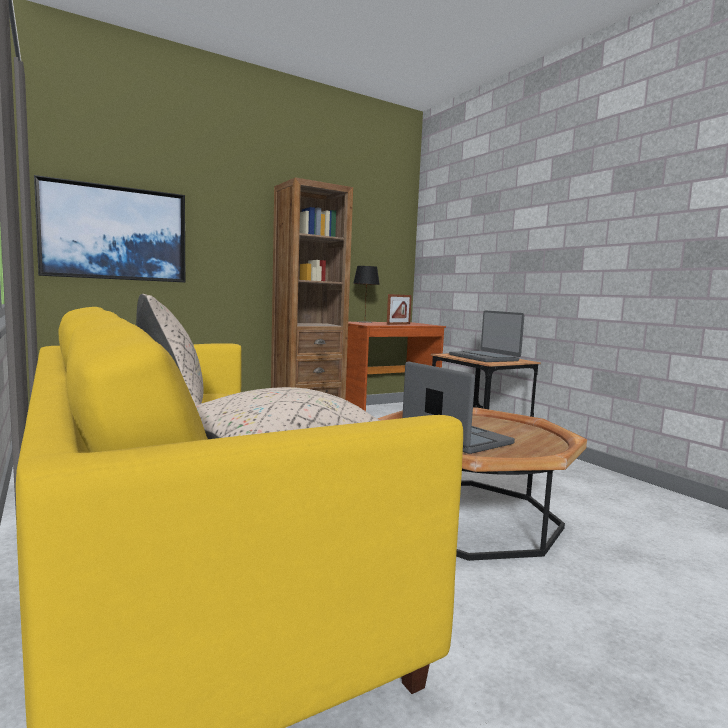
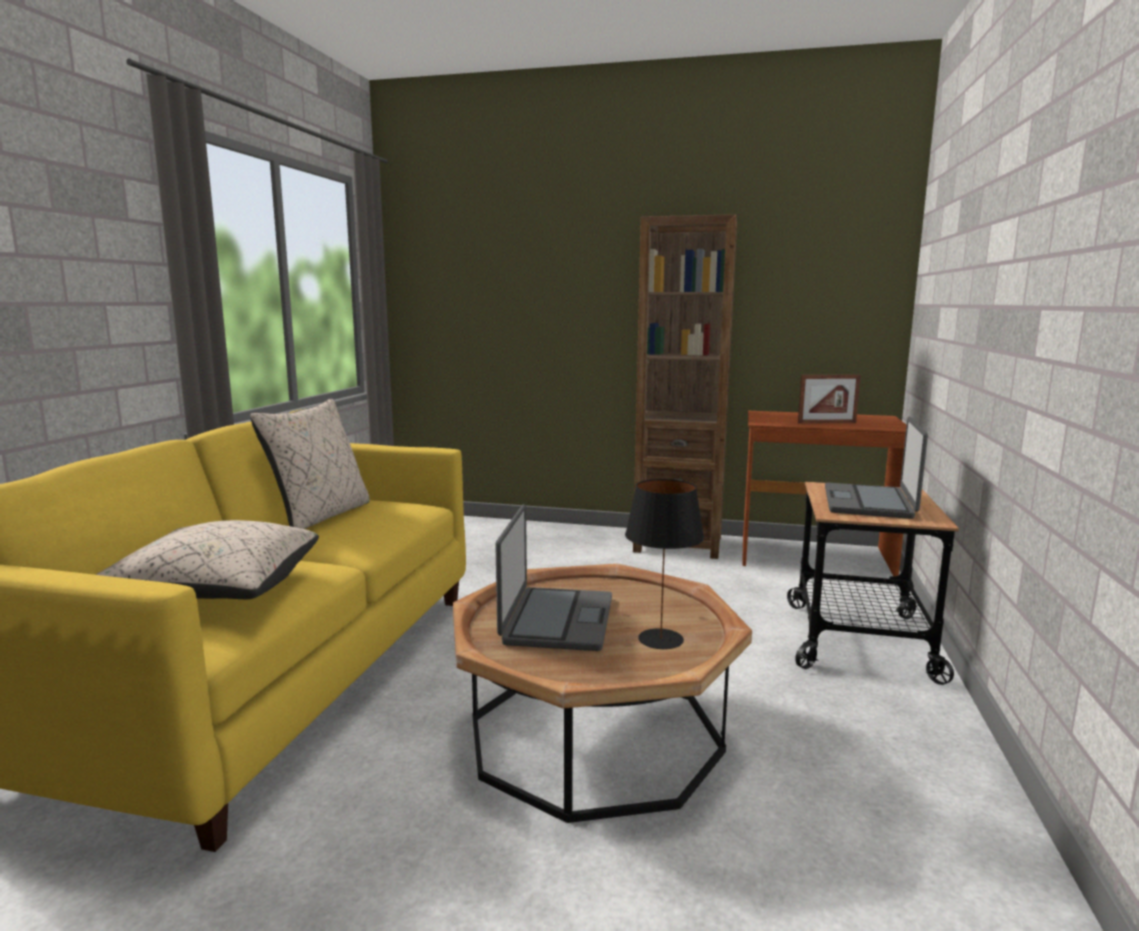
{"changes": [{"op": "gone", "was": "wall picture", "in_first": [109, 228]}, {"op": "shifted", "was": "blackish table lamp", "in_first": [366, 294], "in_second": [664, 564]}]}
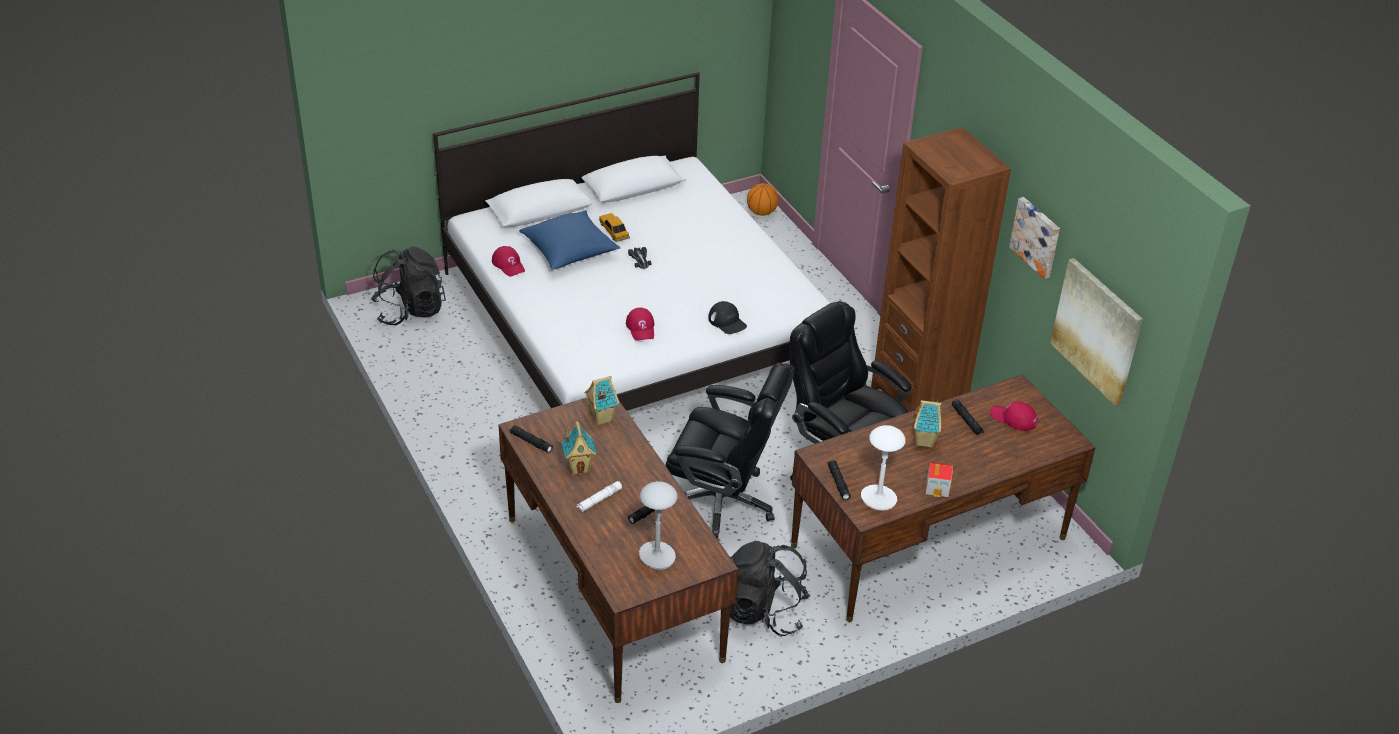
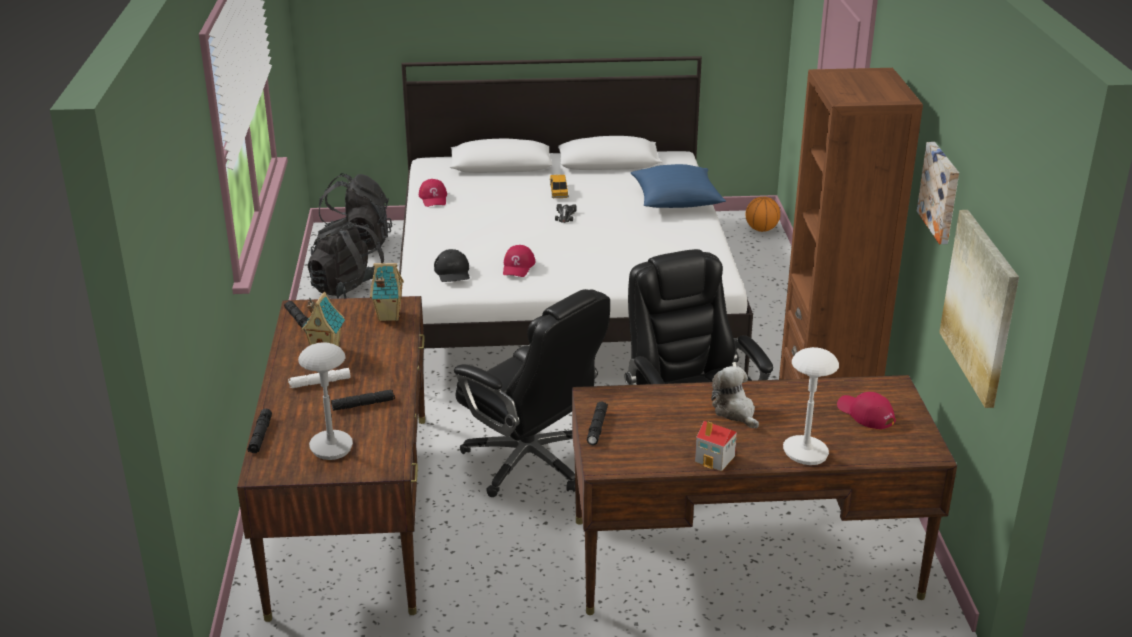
{"changes": [{"op": "shifted", "was": "blue-coloured pillow", "in_first": [570, 240], "in_second": [678, 186]}, {"op": "shifted", "was": "blackish peaked cap", "in_first": [727, 317], "in_second": [452, 265]}, {"op": "shifted", "was": "blackish rucksack", "in_first": [770, 588], "in_second": [346, 258]}, {"op": "shifted", "was": "white-coloured table lamp", "in_first": [883, 468], "in_second": [811, 406]}, {"op": "swapped", "was": "miniature house", "now": "soft toy", "in_first": [928, 423], "in_second": [735, 397]}, {"op": "shifted", "was": "blackish hand torch", "in_first": [968, 417], "in_second": [259, 431]}]}
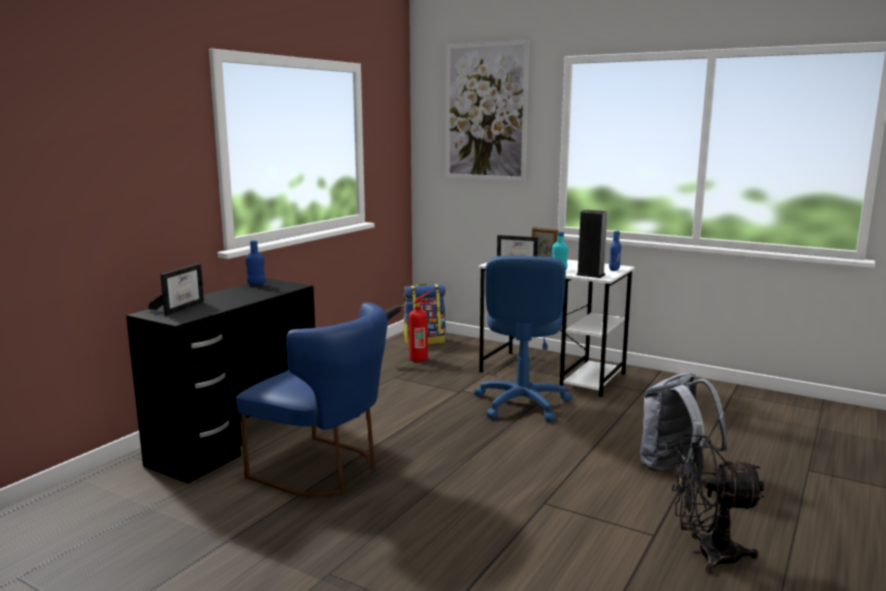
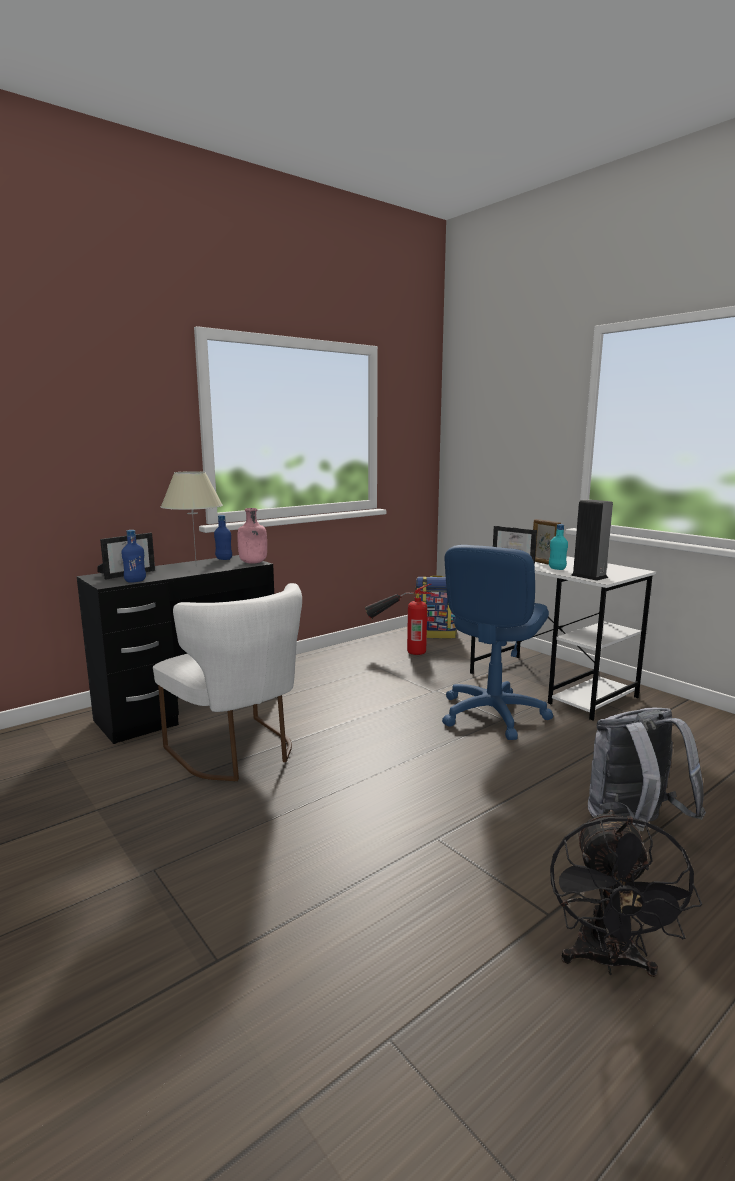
{"changes": [{"op": "repainted", "was": "blue-coloured plain chair", "now": "white-coloured plain chair", "in_first": [312, 399], "in_second": [227, 682]}, {"op": "gone", "was": "wall picture", "in_first": [487, 110]}, {"op": "shifted", "was": "blue-coloured drink bottle", "in_first": [615, 251], "in_second": [134, 556]}, {"op": "rotated", "was": "blackish electric fan", "in_first": [718, 504], "in_second": [626, 893], "clockwise": -105}, {"op": "new", "now": "sand-coloured table lamp", "in_second": [192, 519]}, {"op": "new", "now": "pinkish drink bottle", "in_second": [252, 536]}]}
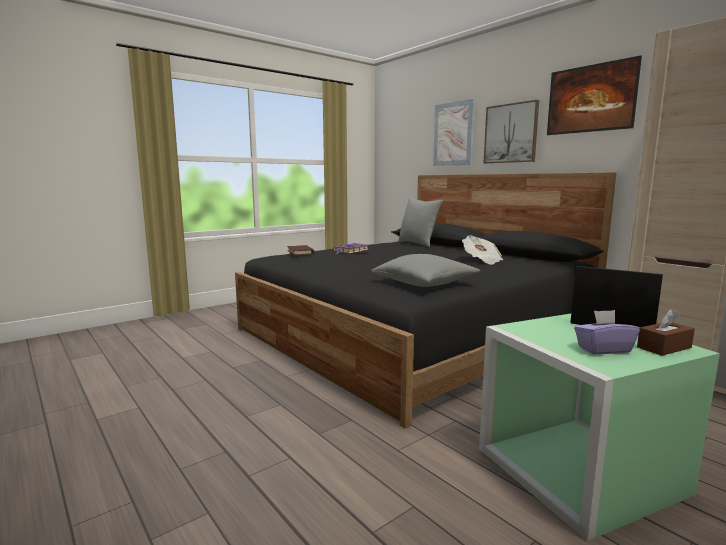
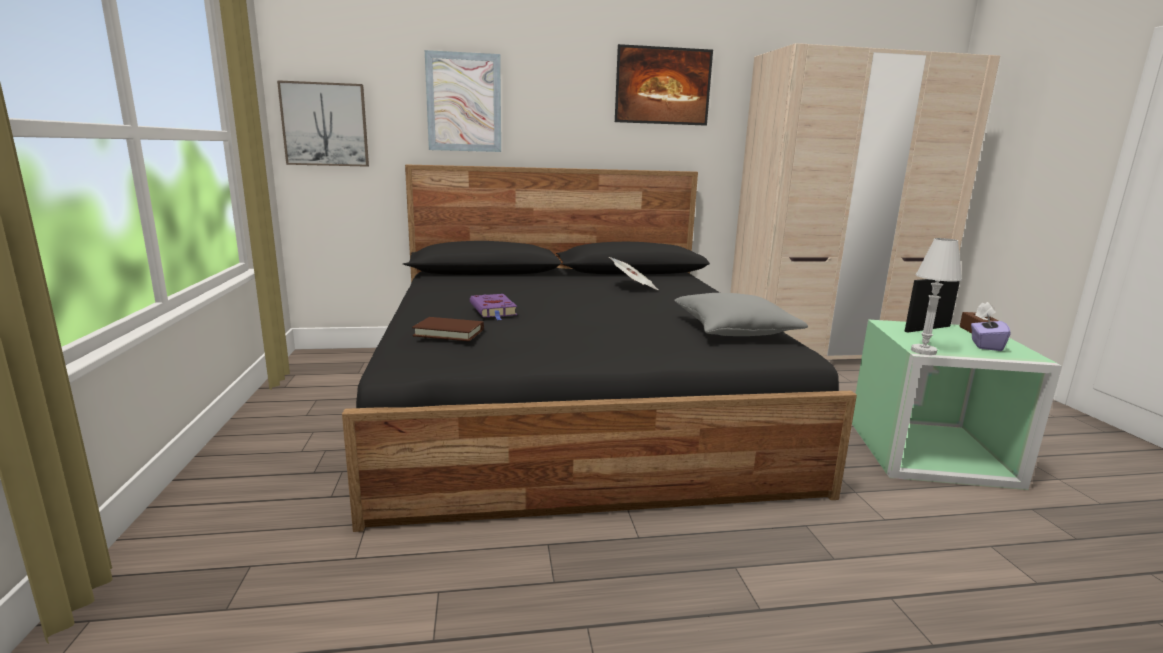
{"changes": [{"op": "gone", "was": "gray pillow", "in_first": [420, 222]}, {"op": "shifted", "was": "wall picture", "in_first": [511, 131], "in_second": [323, 123]}, {"op": "new", "now": "white-coloured table lamp", "in_second": [936, 296]}]}
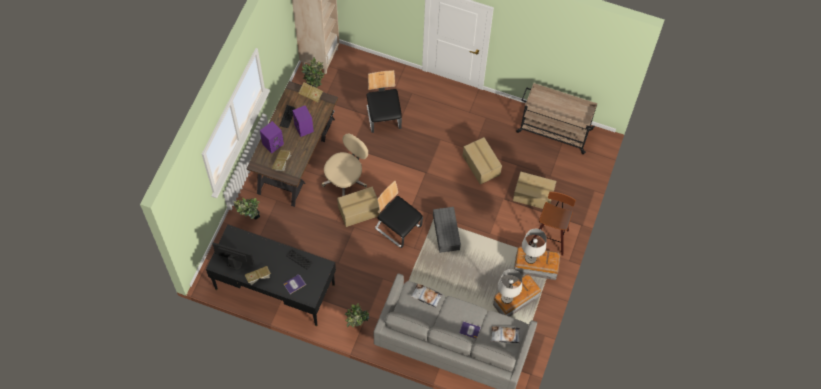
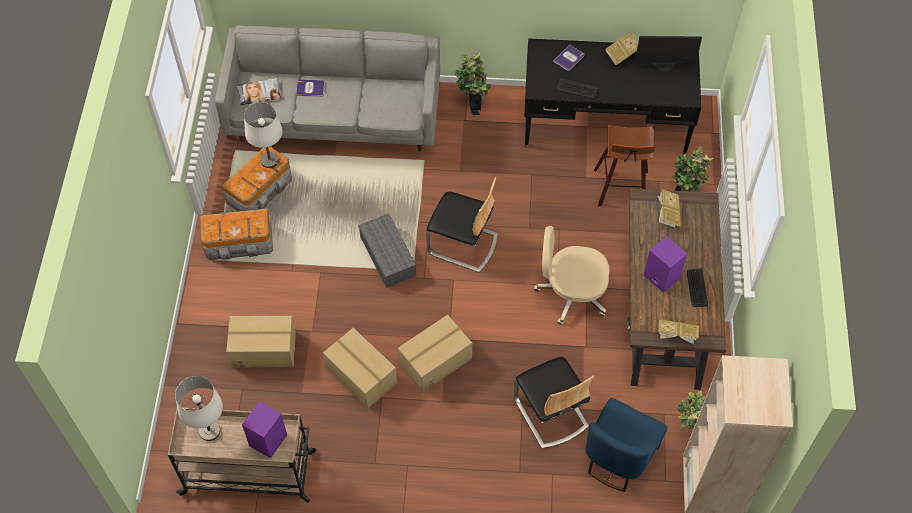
{"changes": [{"op": "shifted", "was": "purplish speaker", "in_first": [272, 137], "in_second": [264, 429]}, {"op": "rotated", "was": "sand-coloured computer chair", "in_first": [345, 165], "in_second": [571, 275], "clockwise": 75}, {"op": "shifted", "was": "packing box", "in_first": [359, 207], "in_second": [435, 353]}, {"op": "gone", "was": "pillow", "in_first": [426, 296]}, {"op": "shifted", "was": "white-coloured table lamp", "in_first": [534, 246], "in_second": [199, 408]}, {"op": "shifted", "was": "stool seat", "in_first": [552, 223], "in_second": [625, 165]}, {"op": "new", "now": "blue-coloured plain chair", "in_second": [626, 445]}]}
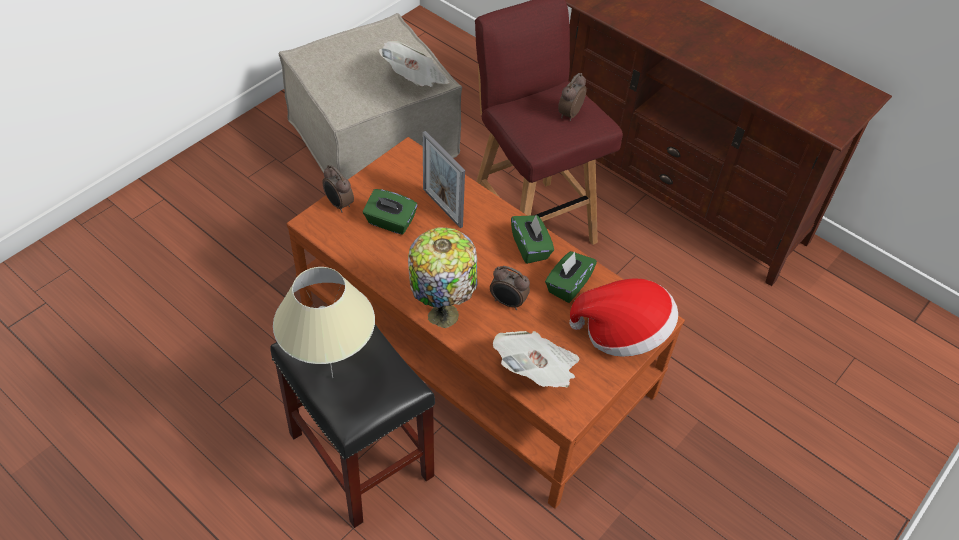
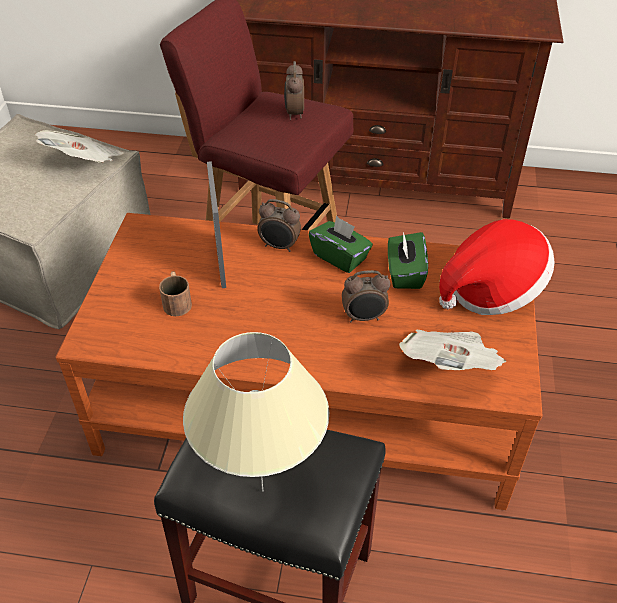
{"changes": [{"op": "shifted", "was": "bedside clock", "in_first": [338, 188], "in_second": [279, 225]}, {"op": "swapped", "was": "greenish tissue holder", "now": "brown coffee mug", "in_first": [390, 212], "in_second": [175, 293]}, {"op": "gone", "was": "table lamp", "in_first": [443, 277]}, {"op": "rotated", "was": "picture frame", "in_first": [444, 179], "in_second": [216, 224], "clockwise": 60}]}
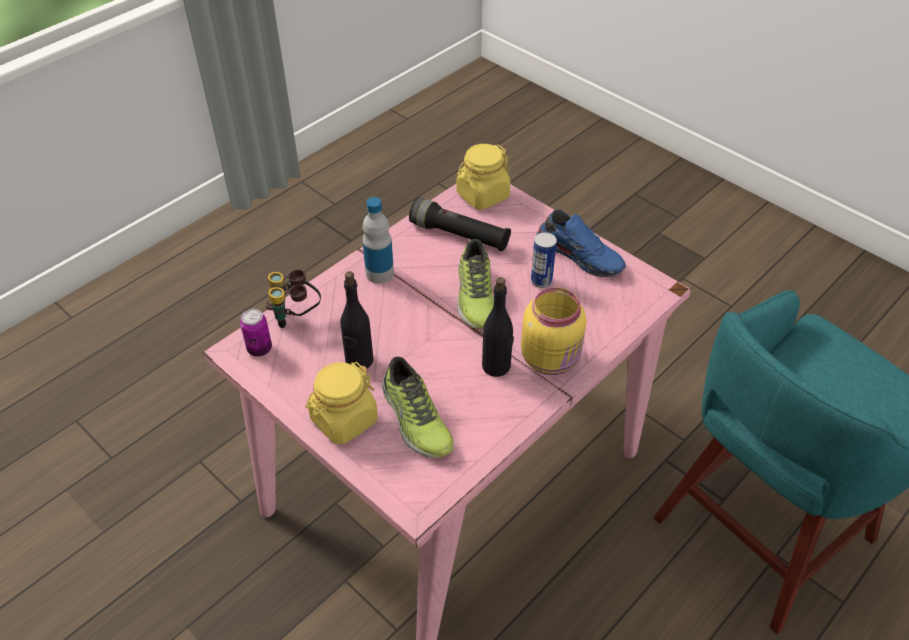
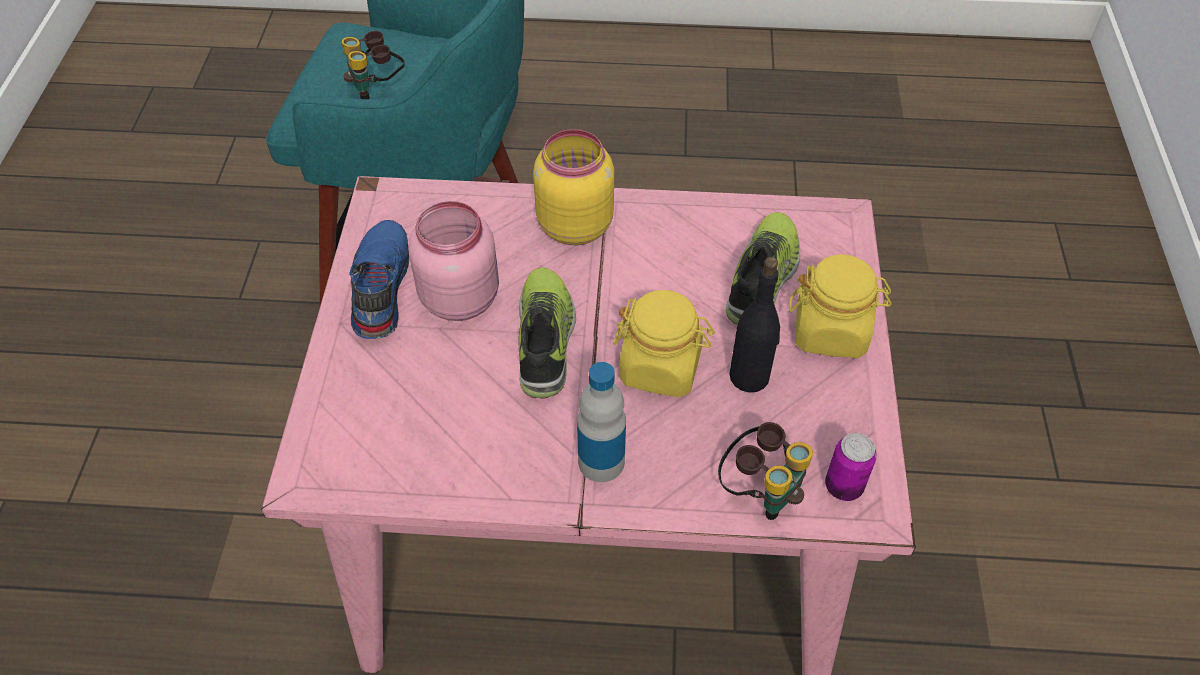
{"changes": [{"op": "gone", "was": "blackish hand torch", "in_first": [460, 224]}, {"op": "shifted", "was": "yellow jar", "in_first": [483, 177], "in_second": [664, 343]}, {"op": "rotated", "was": "low shoe", "in_first": [475, 284], "in_second": [547, 332], "clockwise": -45}, {"op": "gone", "was": "blackish drink bottle", "in_first": [498, 327]}, {"op": "swapped", "was": "can", "now": "pinkish jar", "in_first": [544, 260], "in_second": [453, 261]}, {"op": "new", "now": "pair of binoculars", "in_second": [373, 65]}]}
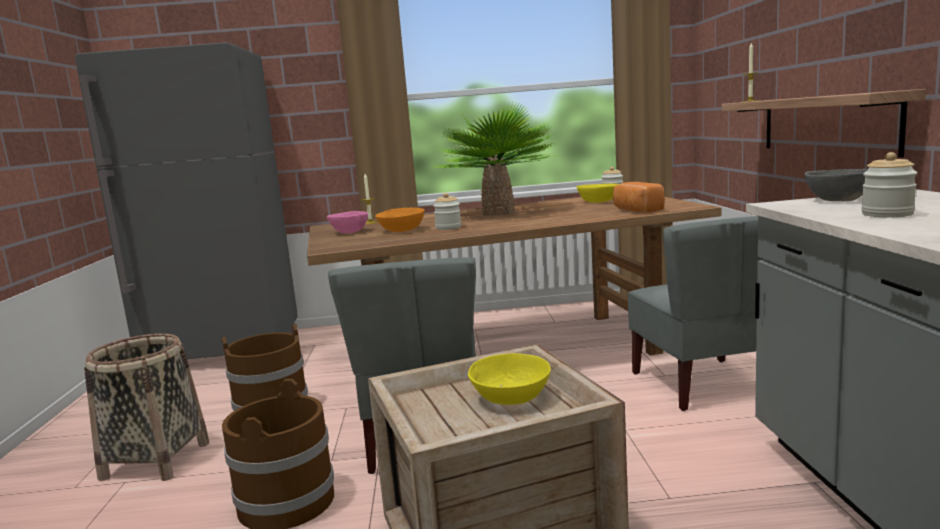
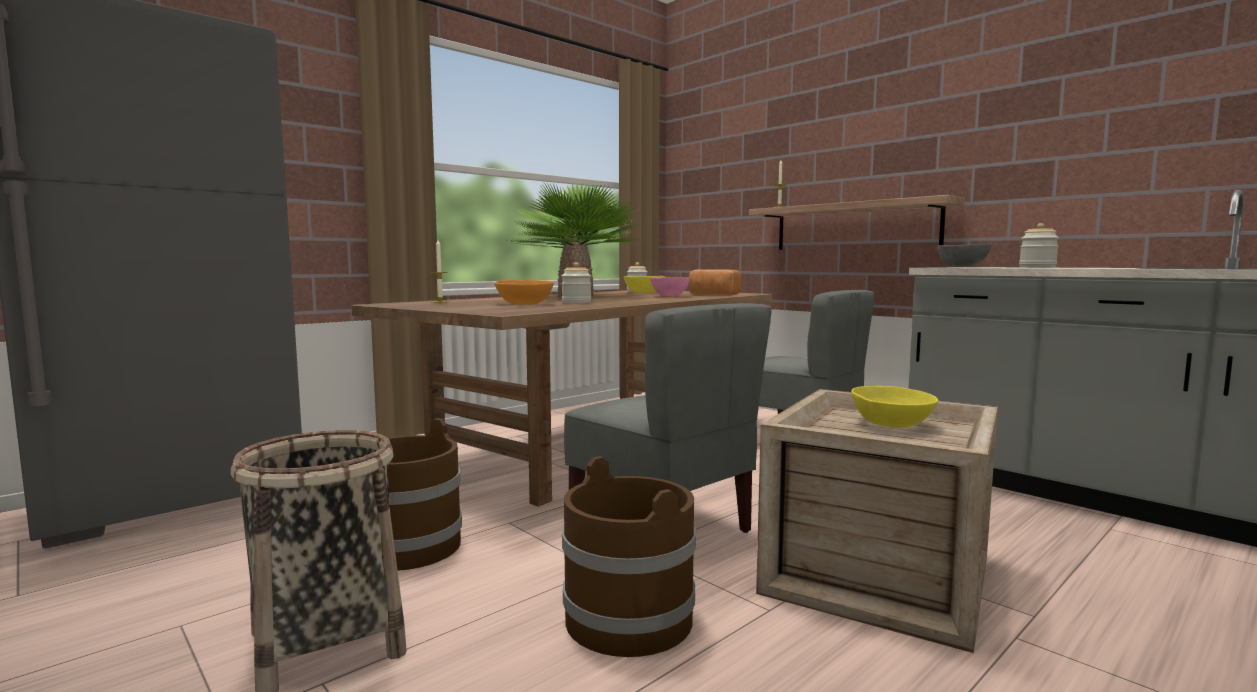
{"changes": [{"op": "shifted", "was": "pinkish bowl", "in_first": [347, 222], "in_second": [670, 286]}]}
